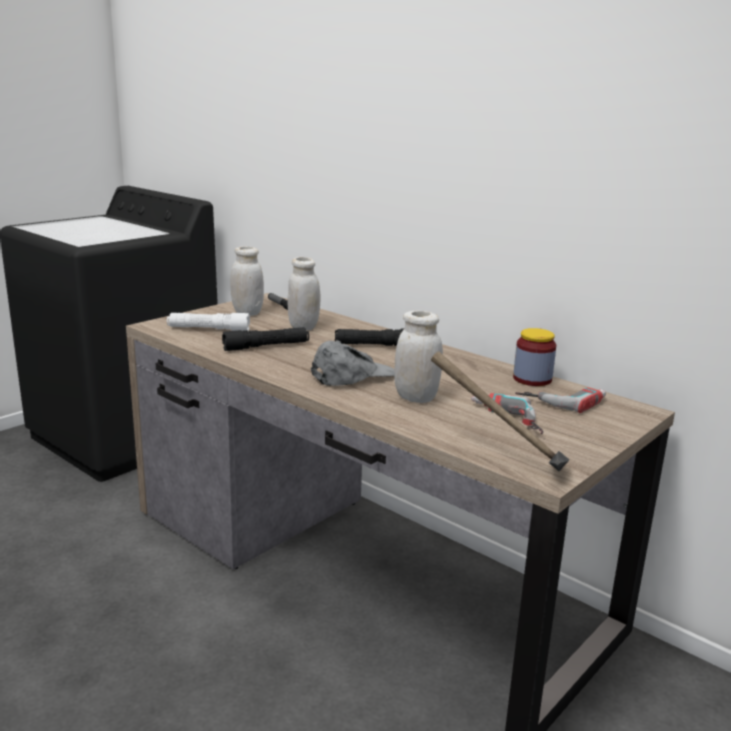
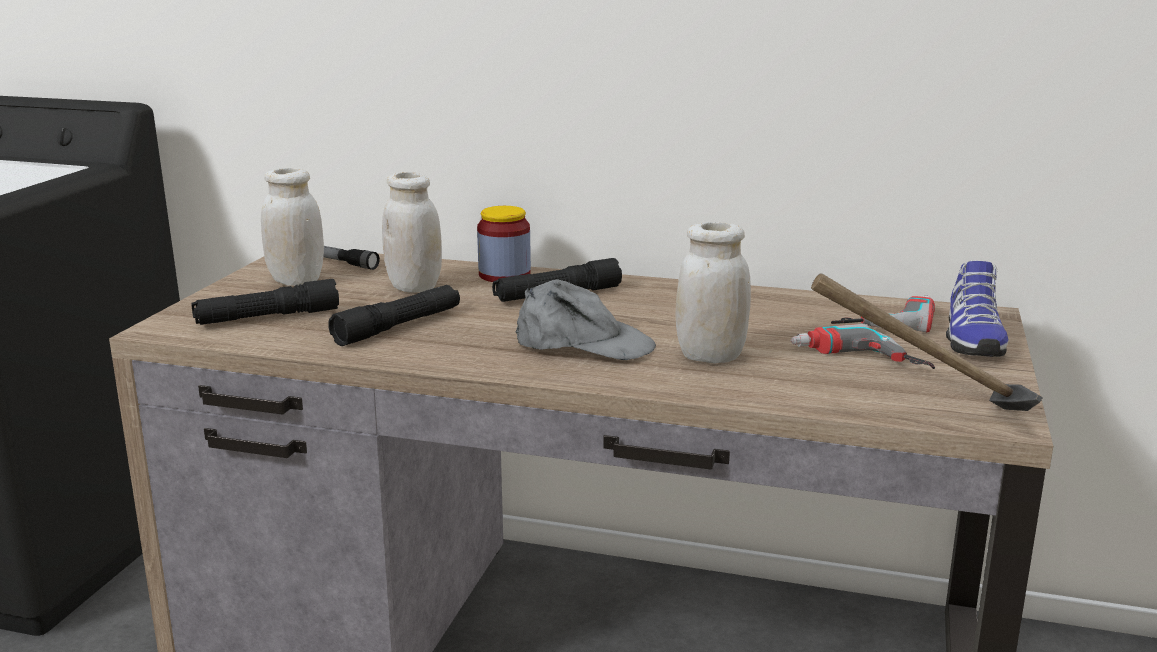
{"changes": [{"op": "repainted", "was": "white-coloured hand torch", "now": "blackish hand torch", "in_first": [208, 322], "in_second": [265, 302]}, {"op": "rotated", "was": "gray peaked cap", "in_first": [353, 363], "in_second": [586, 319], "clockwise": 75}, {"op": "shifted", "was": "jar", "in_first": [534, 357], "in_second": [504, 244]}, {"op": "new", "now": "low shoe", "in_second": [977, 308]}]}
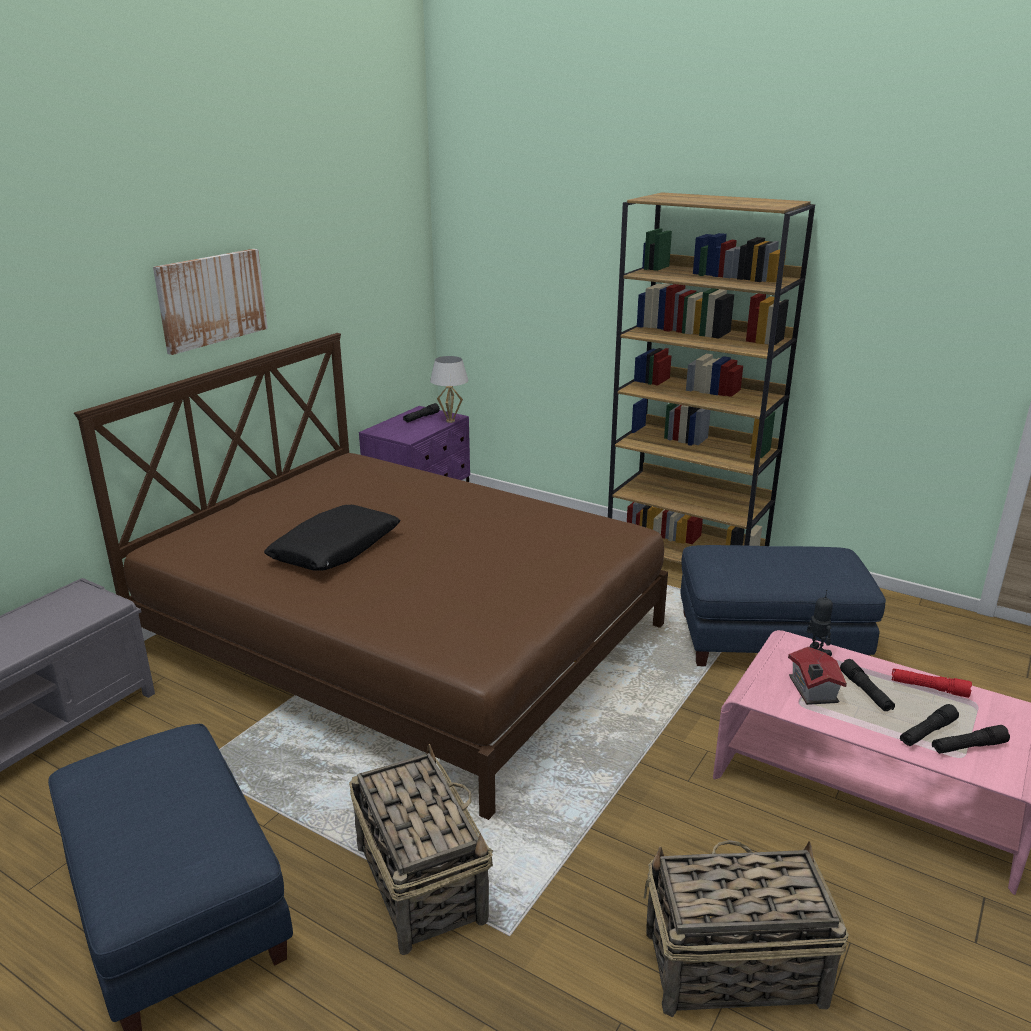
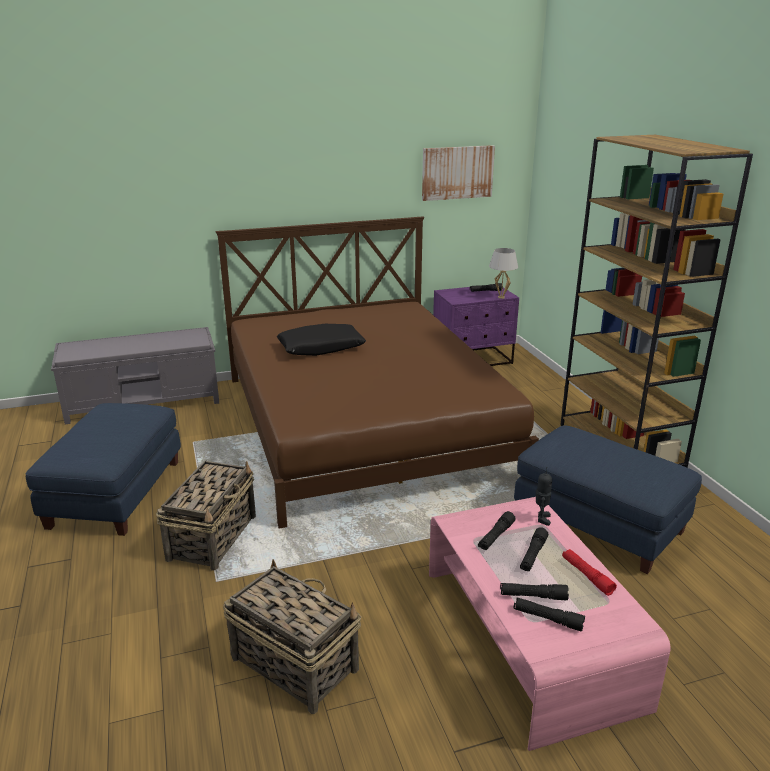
{"changes": [{"op": "shifted", "was": "wall picture", "in_first": [210, 302], "in_second": [458, 173]}, {"op": "swapped", "was": "miniature house", "now": "blackish hand torch", "in_first": [817, 676], "in_second": [497, 530]}]}
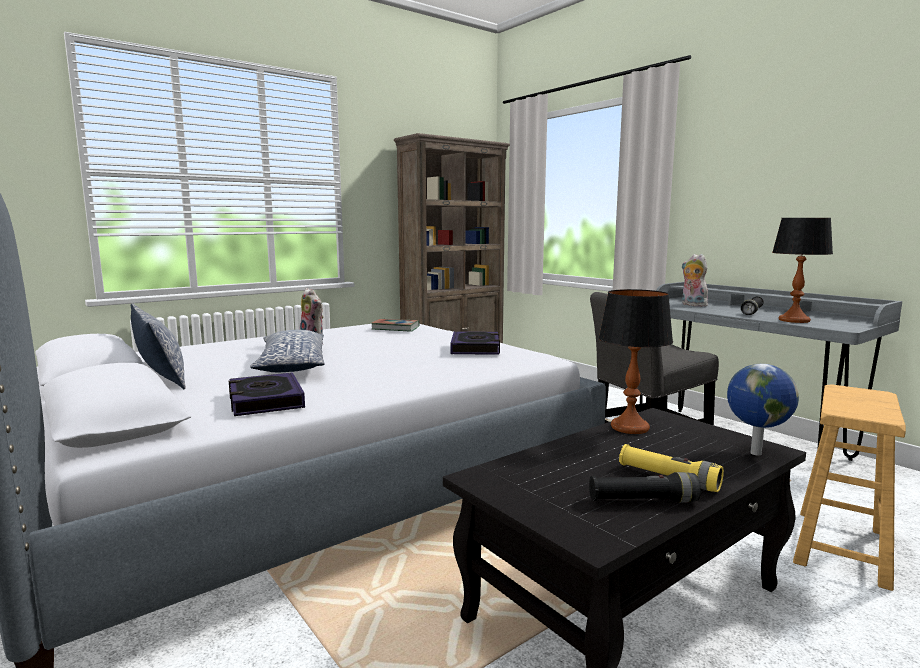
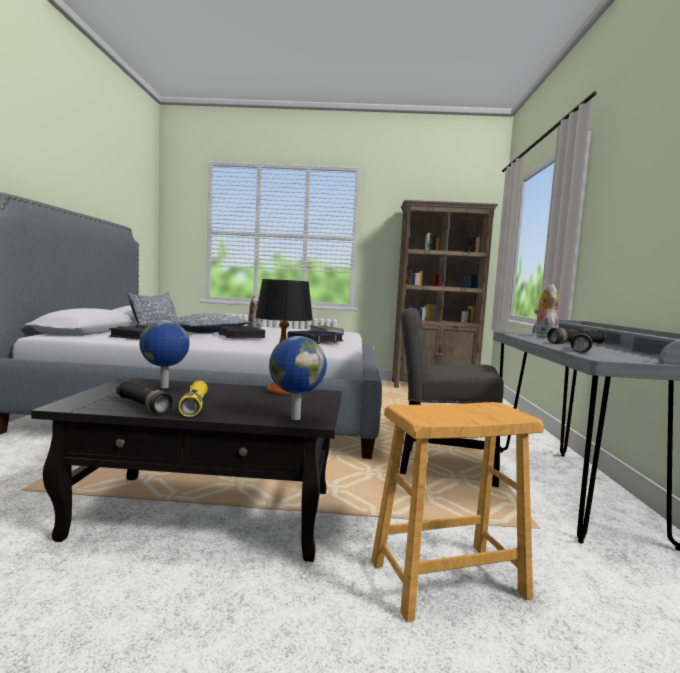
{"changes": [{"op": "swapped", "was": "table lamp", "now": "blackish hand torch", "in_first": [802, 270], "in_second": [582, 342]}, {"op": "new", "now": "globe", "in_second": [164, 354]}, {"op": "new", "now": "book", "in_second": [241, 332]}]}
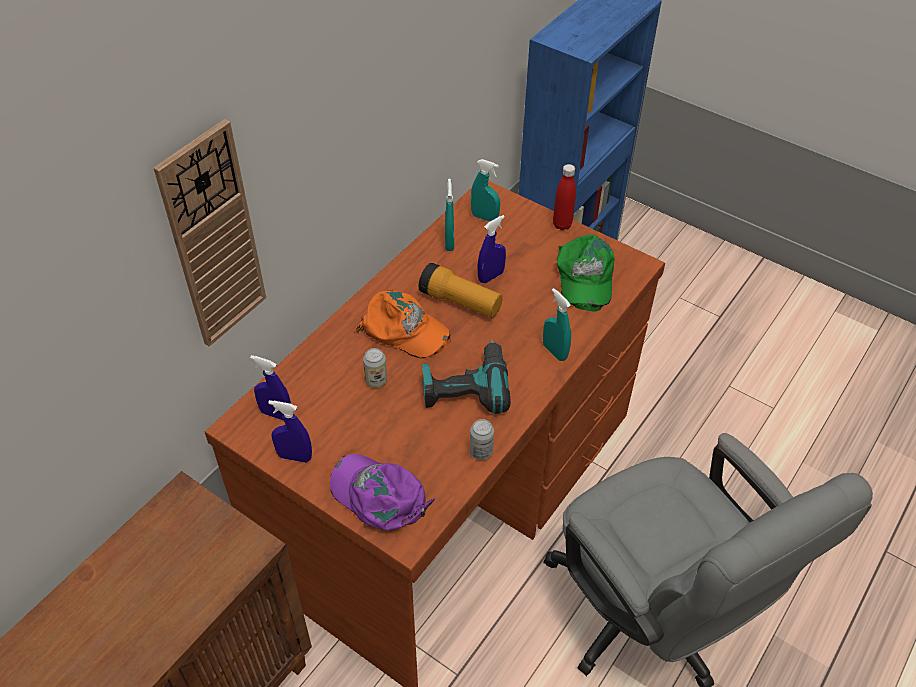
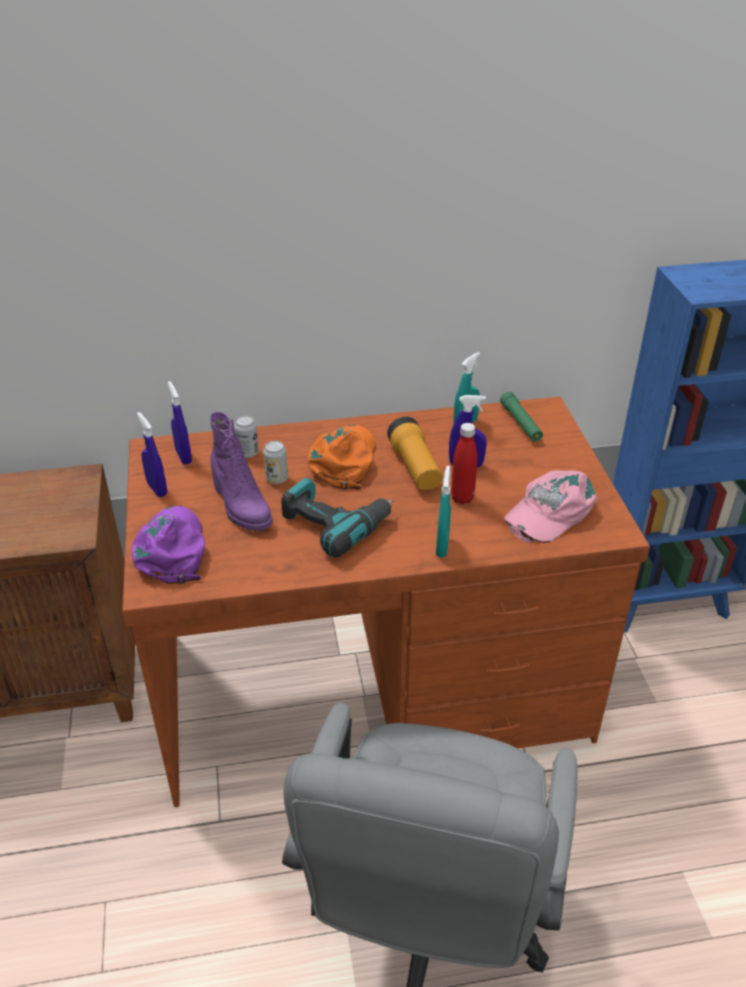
{"changes": [{"op": "gone", "was": "hanging clock", "in_first": [210, 232]}, {"op": "rotated", "was": "orange peaked cap", "in_first": [403, 324], "in_second": [342, 457], "clockwise": -150}, {"op": "shifted", "was": "can", "in_first": [482, 439], "in_second": [246, 437]}, {"op": "swapped", "was": "turquoise-coloured hand sprayer", "now": "greenish hand torch", "in_first": [485, 190], "in_second": [521, 417]}, {"op": "shifted", "was": "reddish drink bottle", "in_first": [564, 197], "in_second": [464, 463]}, {"op": "repainted", "was": "greenish peaked cap", "now": "pinkish peaked cap", "in_first": [586, 272], "in_second": [550, 507]}, {"op": "new", "now": "purplish boot", "in_second": [241, 471]}]}
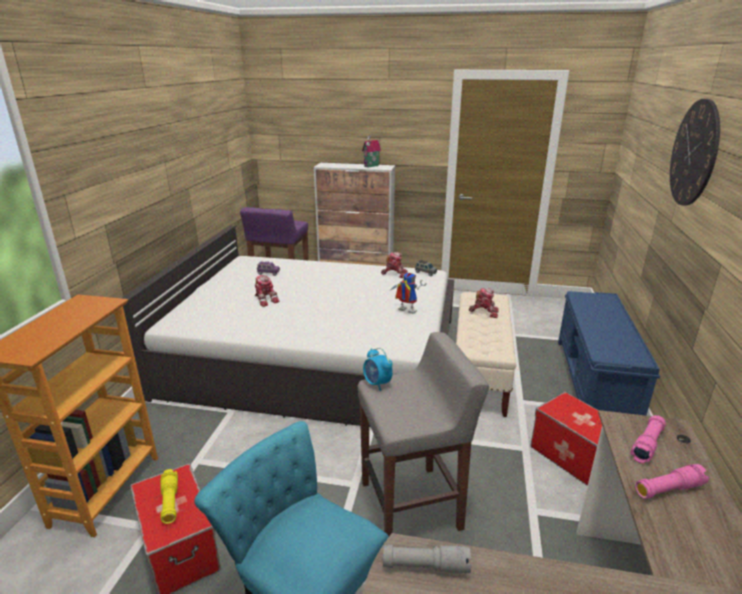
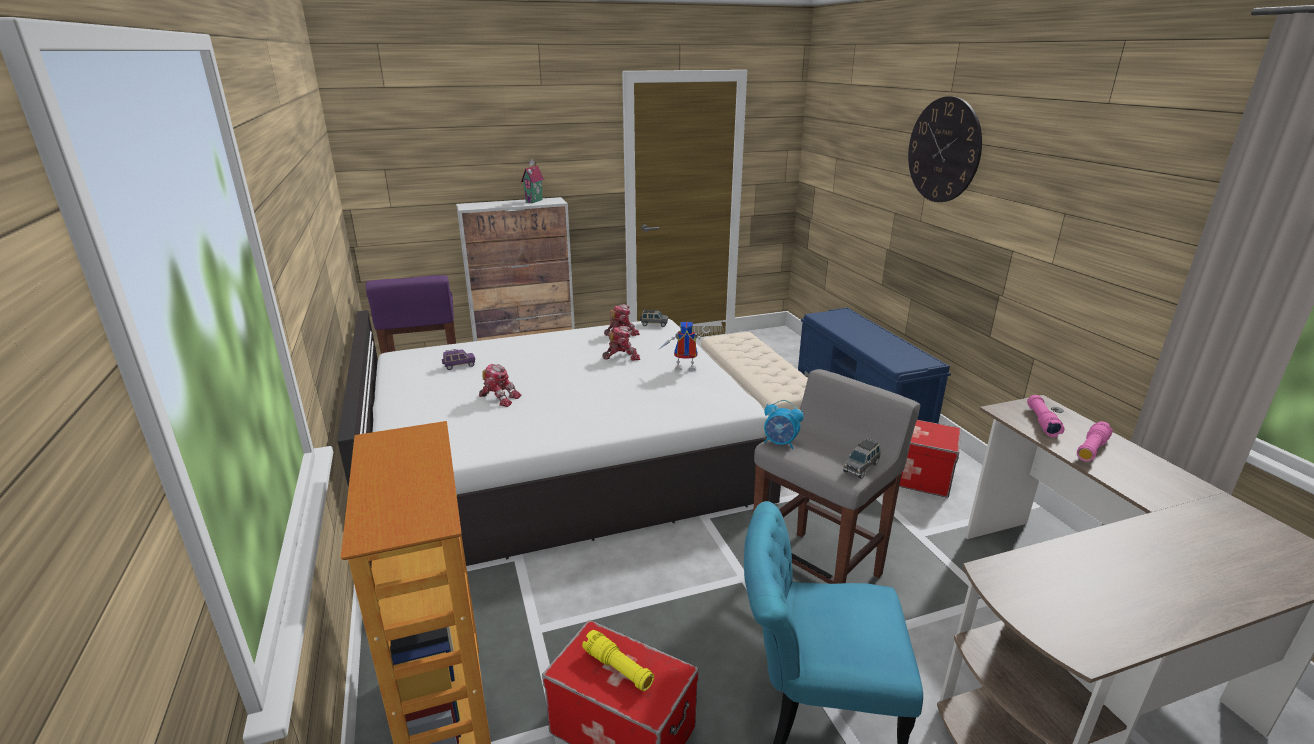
{"changes": [{"op": "gone", "was": "gray hand torch", "in_first": [427, 559]}, {"op": "shifted", "was": "toy robot", "in_first": [484, 303], "in_second": [621, 343]}, {"op": "new", "now": "gray miniature car", "in_second": [861, 458]}]}
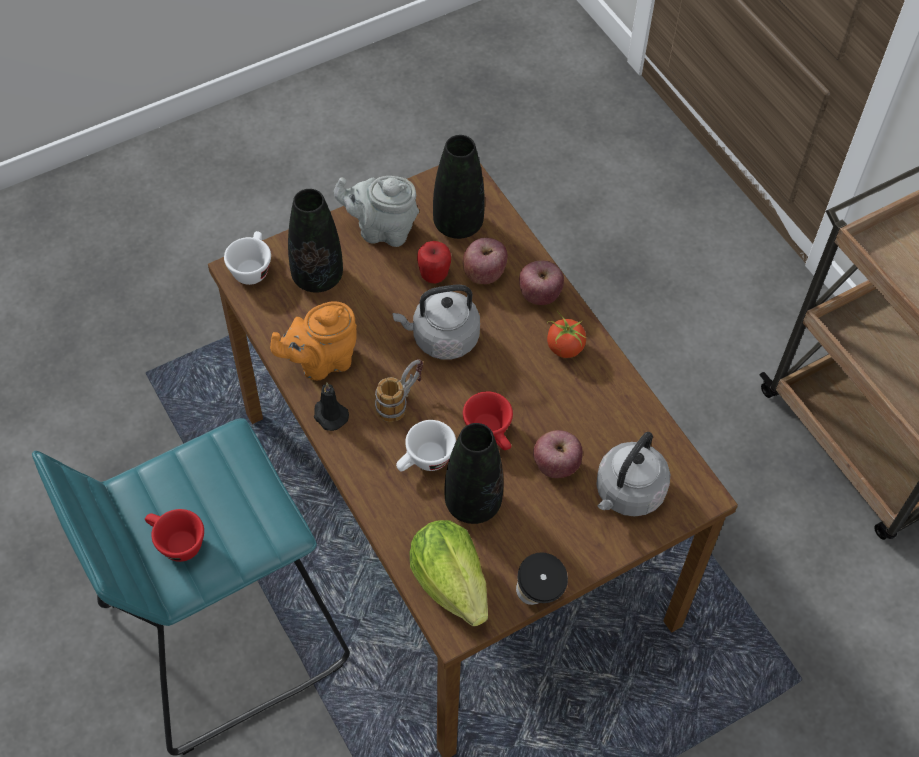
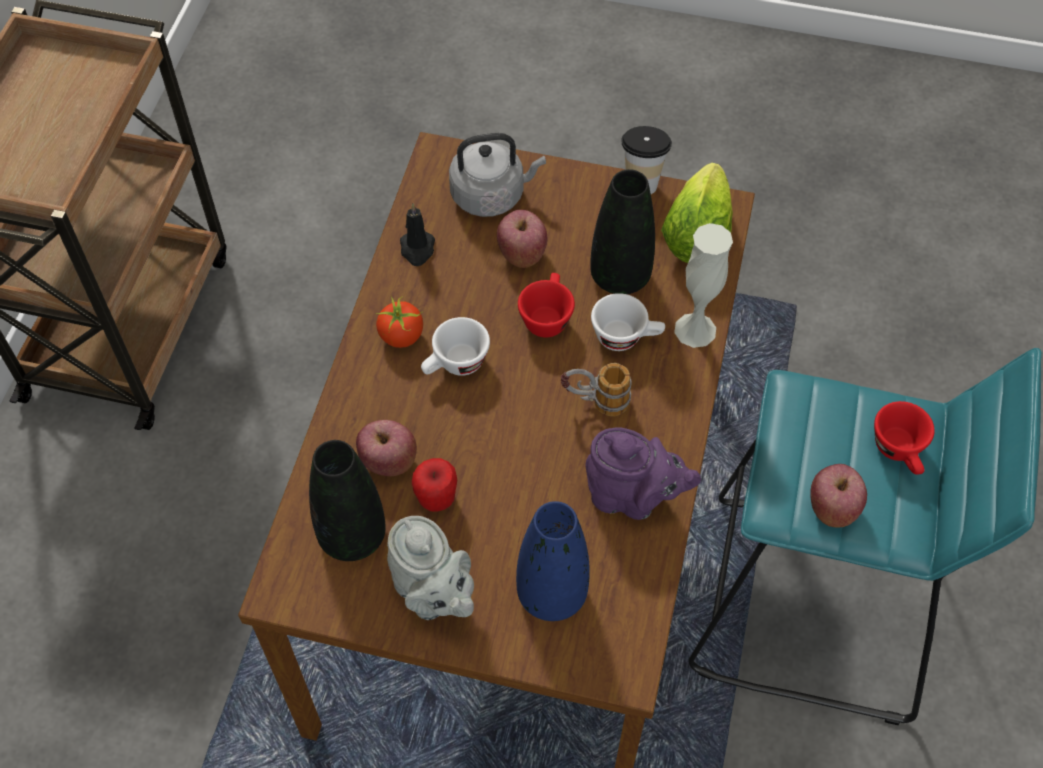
{"changes": [{"op": "shifted", "was": "white-coloured drinking cup", "in_first": [247, 258], "in_second": [455, 346]}, {"op": "repainted", "was": "orange tea pot", "now": "purplish tea pot", "in_first": [313, 340], "in_second": [643, 473]}, {"op": "repainted", "was": "blackish vase", "now": "blue-coloured vase", "in_first": [315, 241], "in_second": [553, 561]}, {"op": "shifted", "was": "blackish candle", "in_first": [331, 407], "in_second": [417, 234]}, {"op": "gone", "was": "gray kettle", "in_first": [436, 322]}, {"op": "shifted", "was": "whole apple", "in_first": [541, 282], "in_second": [838, 495]}, {"op": "new", "now": "white-coloured vase", "in_second": [703, 285]}]}
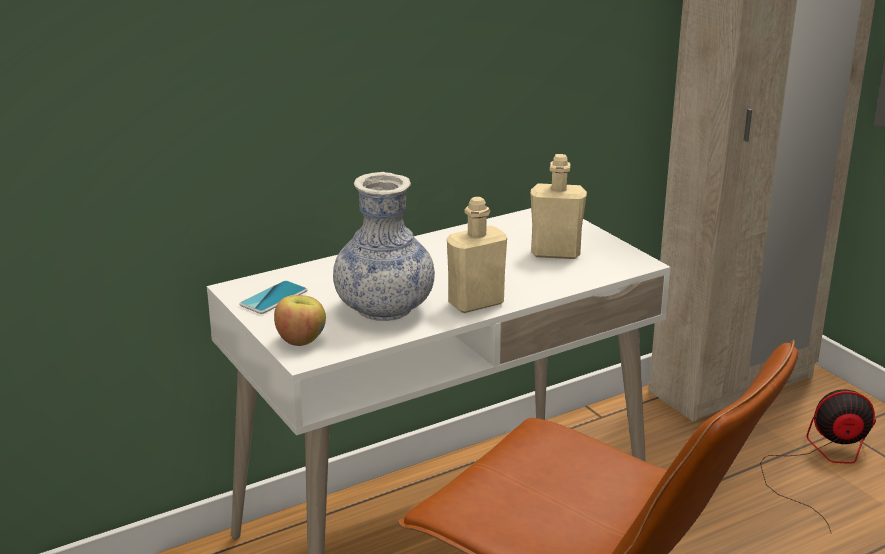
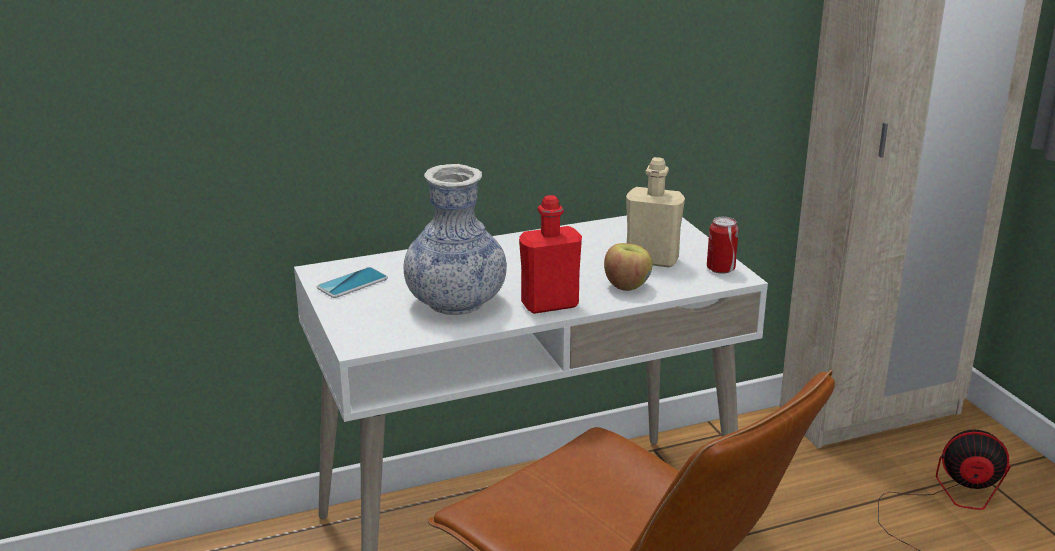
{"changes": [{"op": "shifted", "was": "whole apple", "in_first": [300, 320], "in_second": [628, 267]}, {"op": "repainted", "was": "sand-coloured drink bottle", "now": "reddish drink bottle", "in_first": [477, 255], "in_second": [550, 254]}, {"op": "new", "now": "can", "in_second": [722, 245]}]}
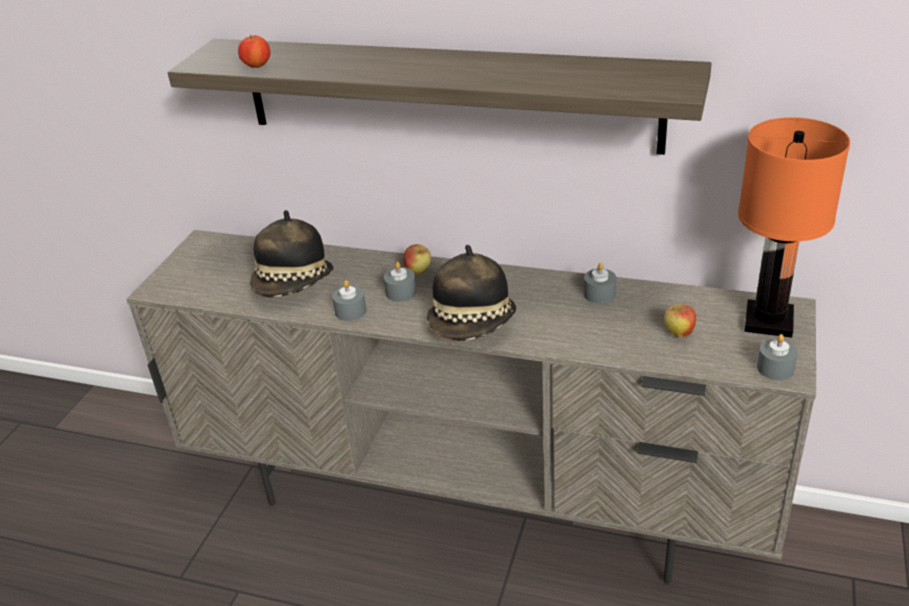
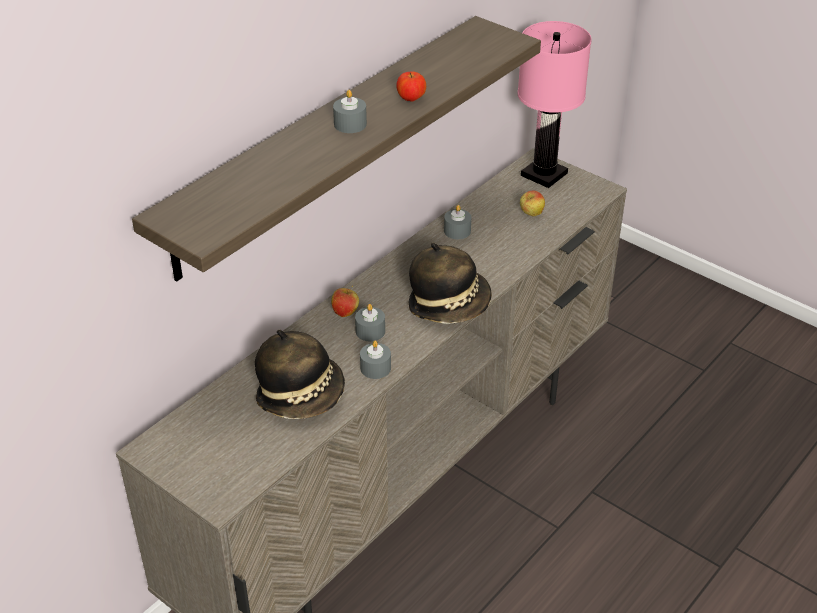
{"changes": [{"op": "shifted", "was": "whole apple", "in_first": [254, 51], "in_second": [411, 86]}, {"op": "repainted", "was": "orange table lamp", "now": "pinkish table lamp", "in_first": [794, 227], "in_second": [555, 104]}, {"op": "shifted", "was": "gray candle", "in_first": [777, 357], "in_second": [350, 111]}]}
